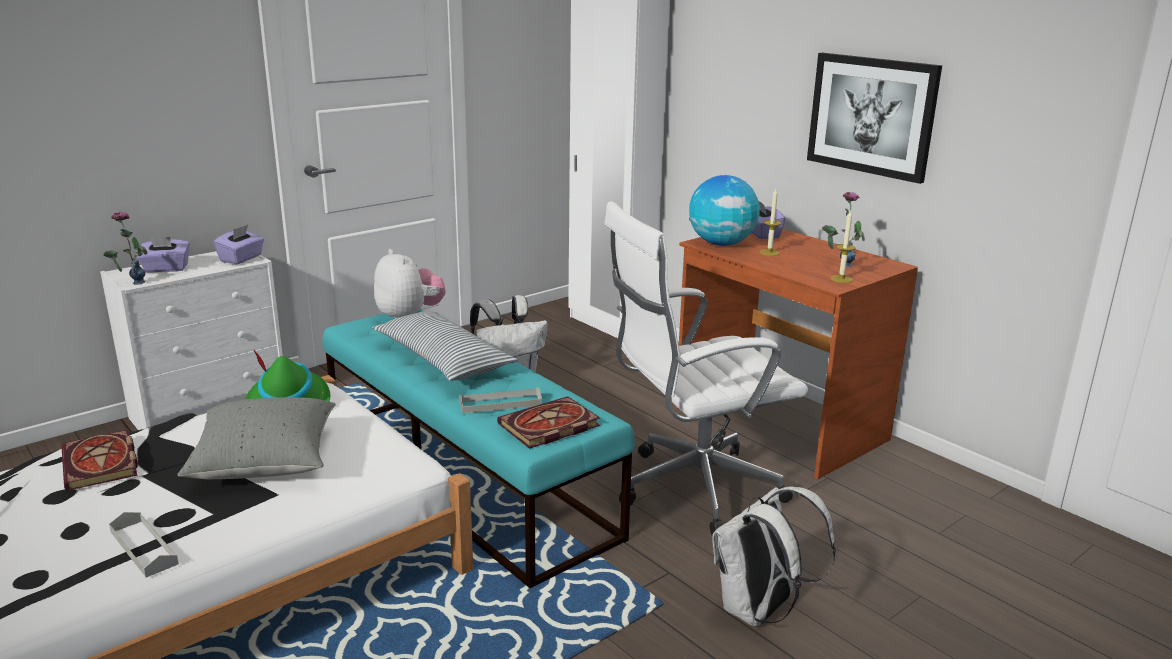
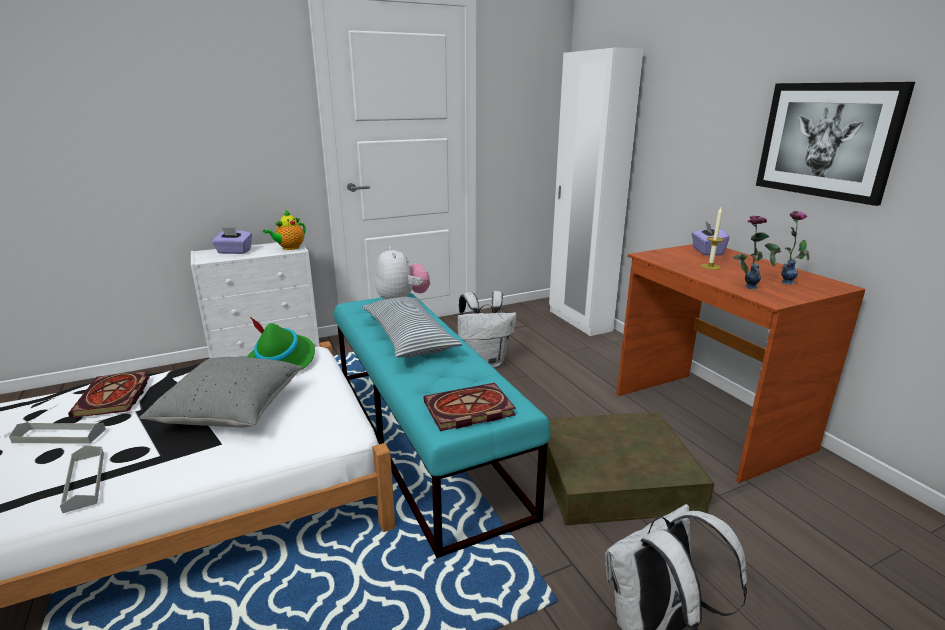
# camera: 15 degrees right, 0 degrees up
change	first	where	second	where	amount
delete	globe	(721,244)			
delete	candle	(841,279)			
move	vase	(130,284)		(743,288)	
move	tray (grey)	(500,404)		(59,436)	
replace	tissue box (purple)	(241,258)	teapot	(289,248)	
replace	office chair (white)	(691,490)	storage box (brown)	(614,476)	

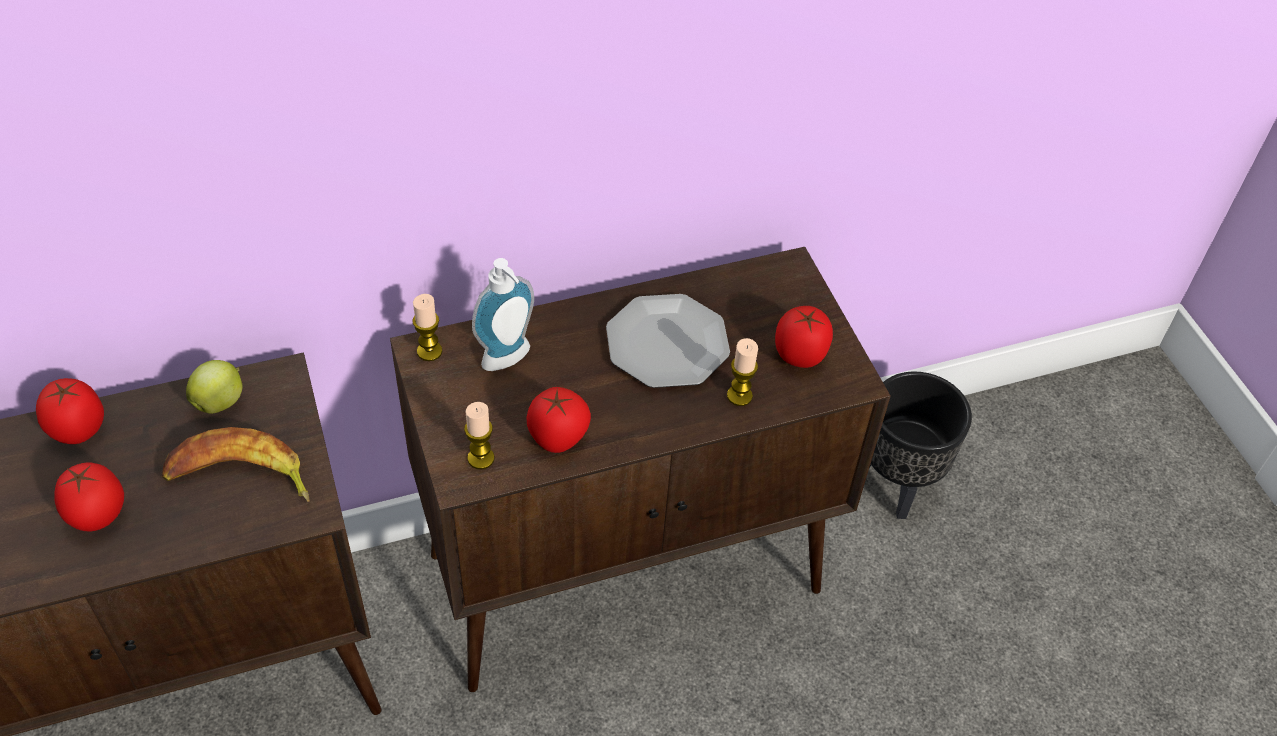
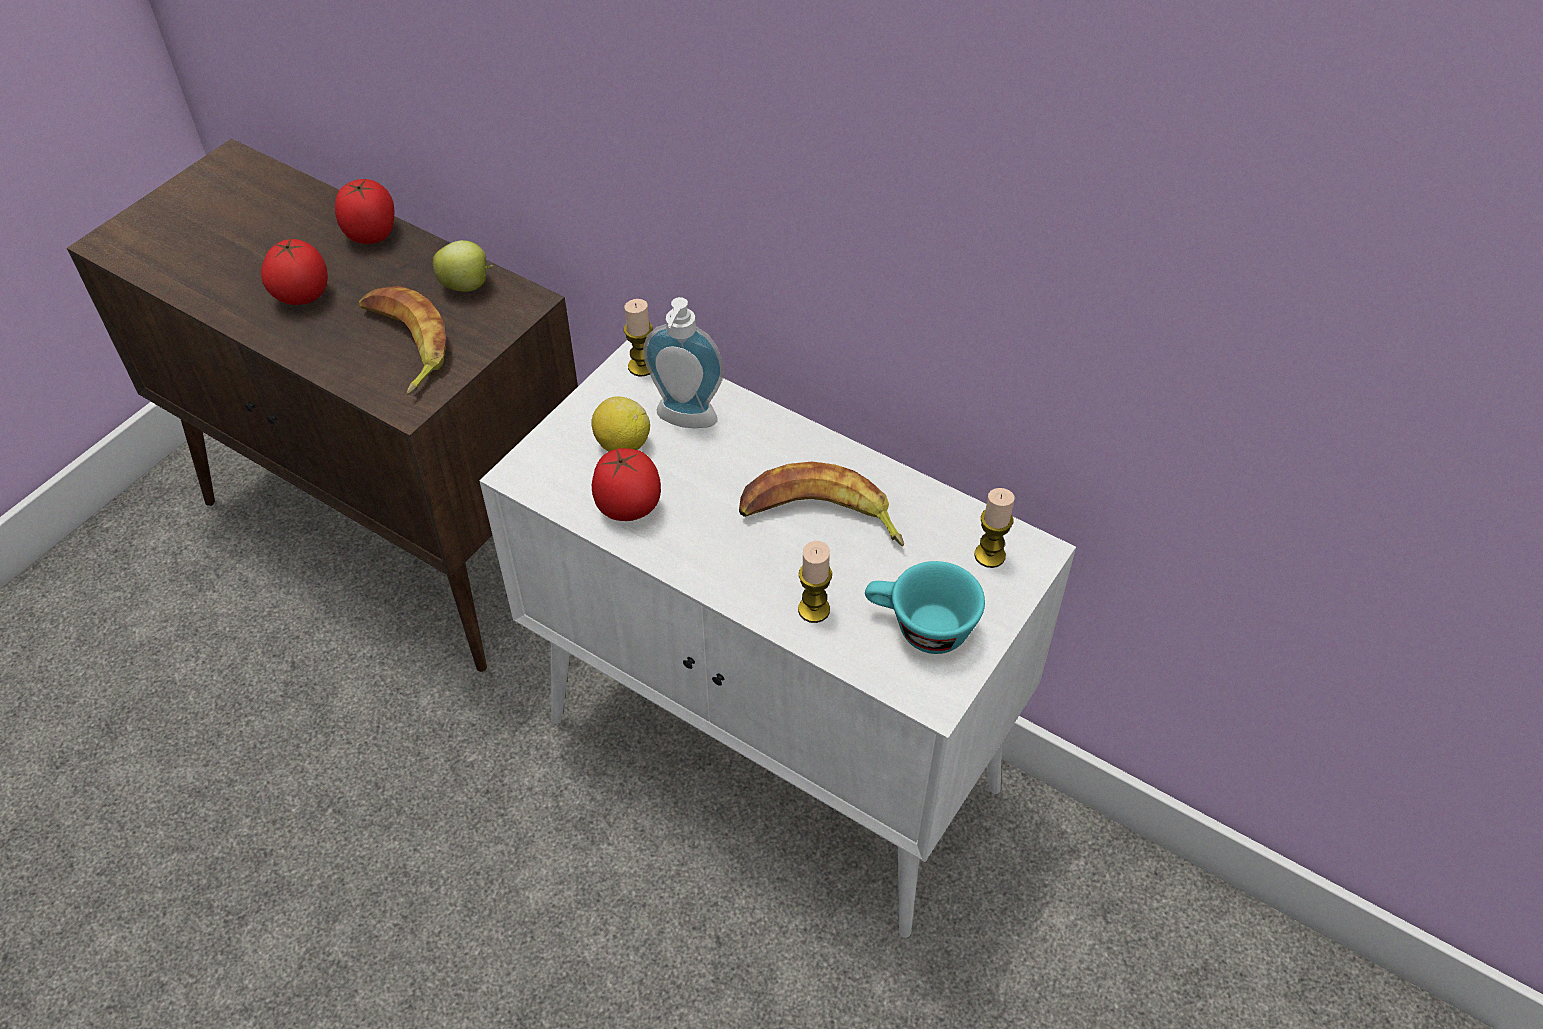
# camera: 55 degrees right, 0 degrees up
change	first	where	second	where	amount
delete	planter (black)	(898,484)			
insert			lemon	(622,444)	
move	candle	(481,458)		(989,555)	
replace	plate	(667,345)	banana	(820,517)	
replace	tomato	(800,355)	cup (turquoise)	(919,628)	
recolor	cabinet (brown)	(629,572)	cabinet (white)	(776,757)	

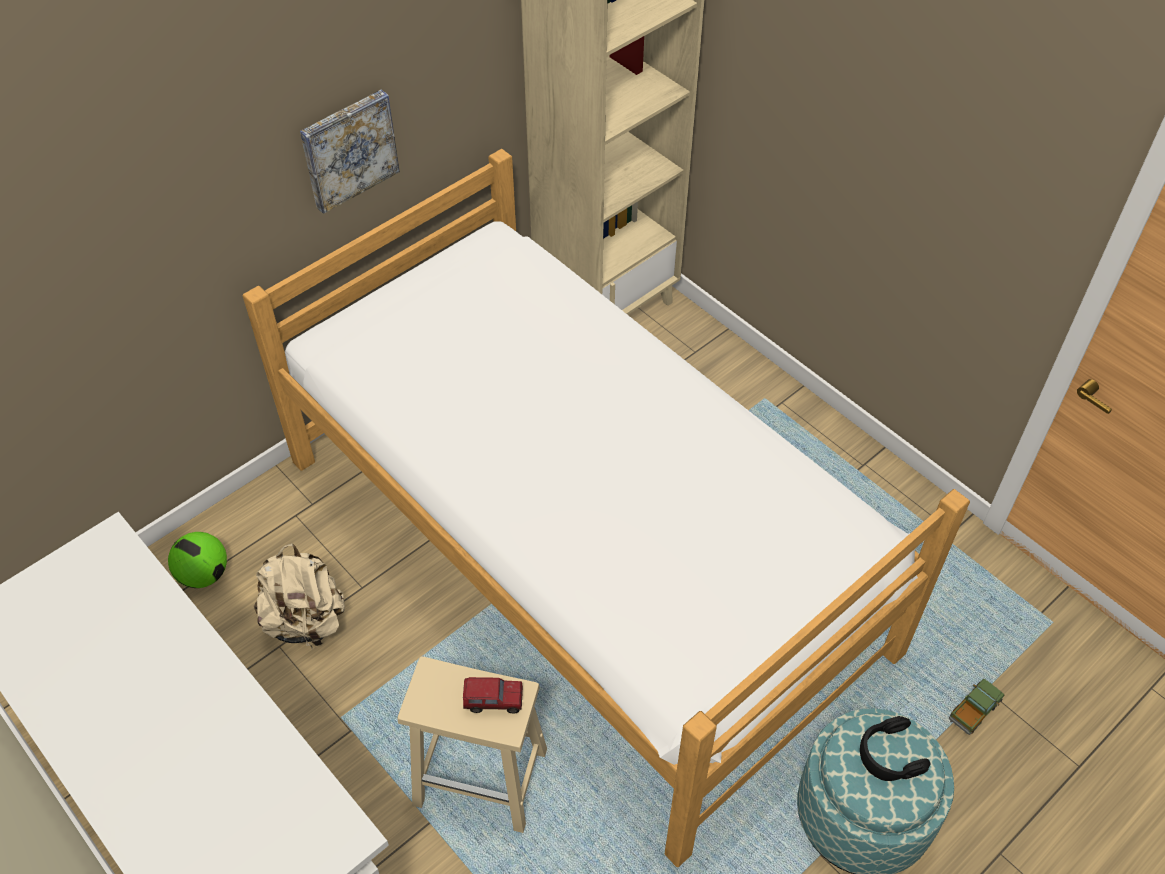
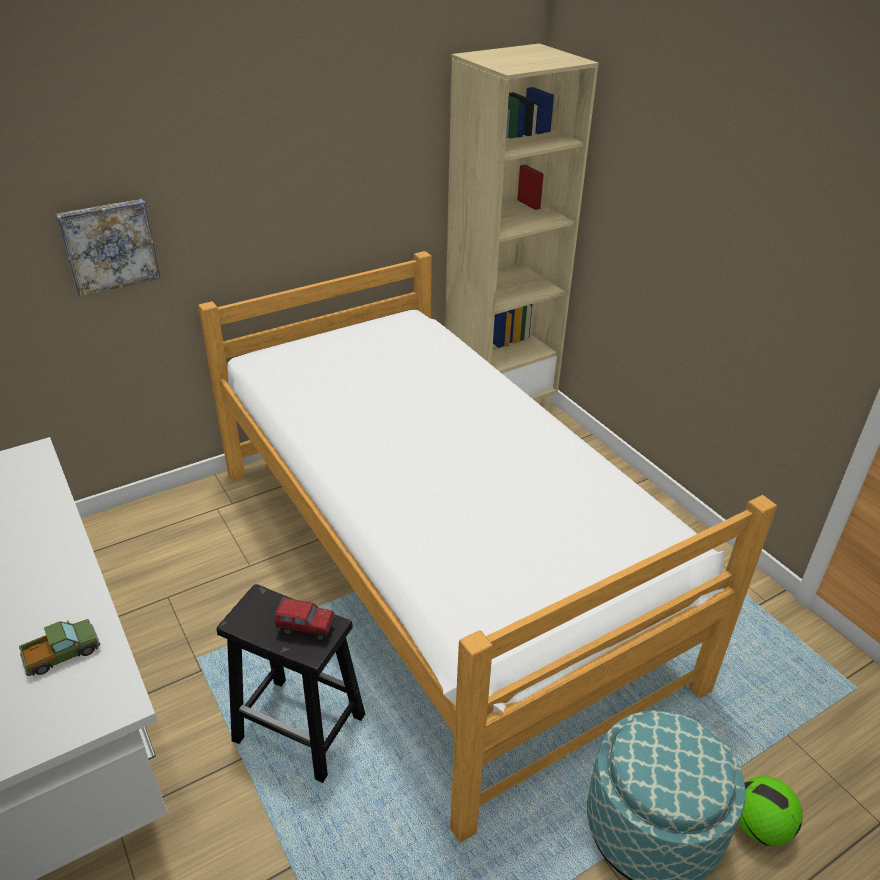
# camera: 10 degrees right, 15 degrees down
change	first	where	second	where	amount
delete	backpack (beige)	(306,621)			
delete	headphones (black)	(889,754)			
move	football	(204,574)		(759,826)	
move	picture	(348,149)		(109,245)	
move	toy truck	(974,710)		(62,654)	
recolor	stool (beige)	(483,777)	stool (black)	(301,728)	

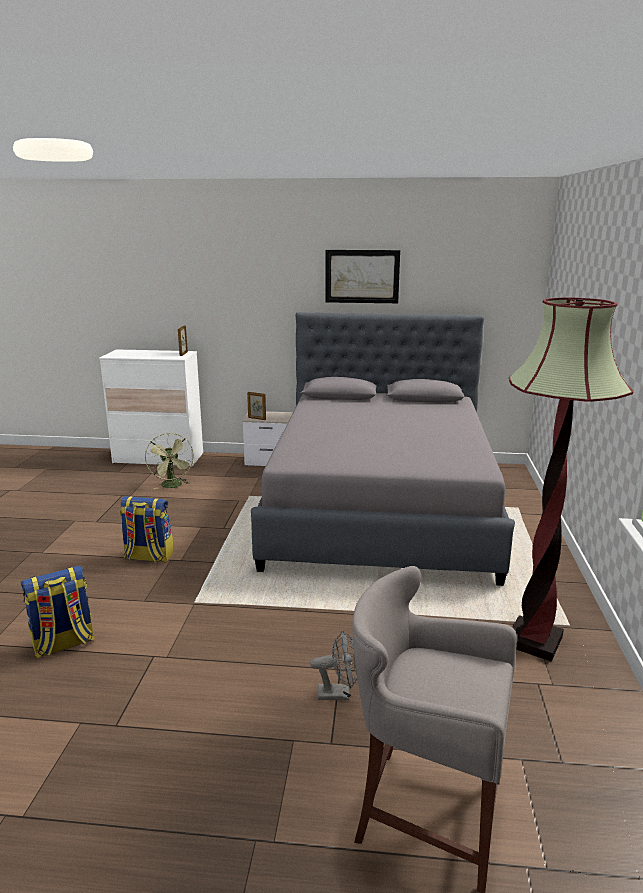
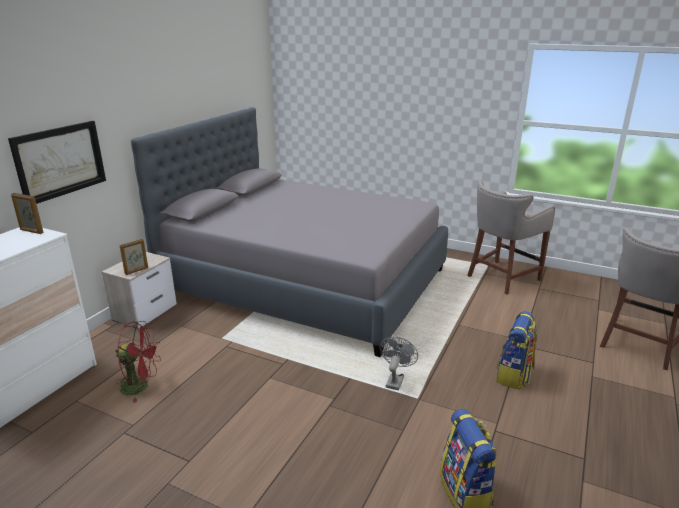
# camera: 70 degrees left, 5 degrees up
change	first	where	second	where	amount
move	backpack	(148,557)		(514,375)	
move	fan (grey)	(339,694)		(395,380)	
move	picture	(362,276)		(60,161)	
replace	floor lamp	(534,641)	stool (grey)	(501,278)	
recolor	fan (green)	(173,486)	fan (red)	(141,386)	

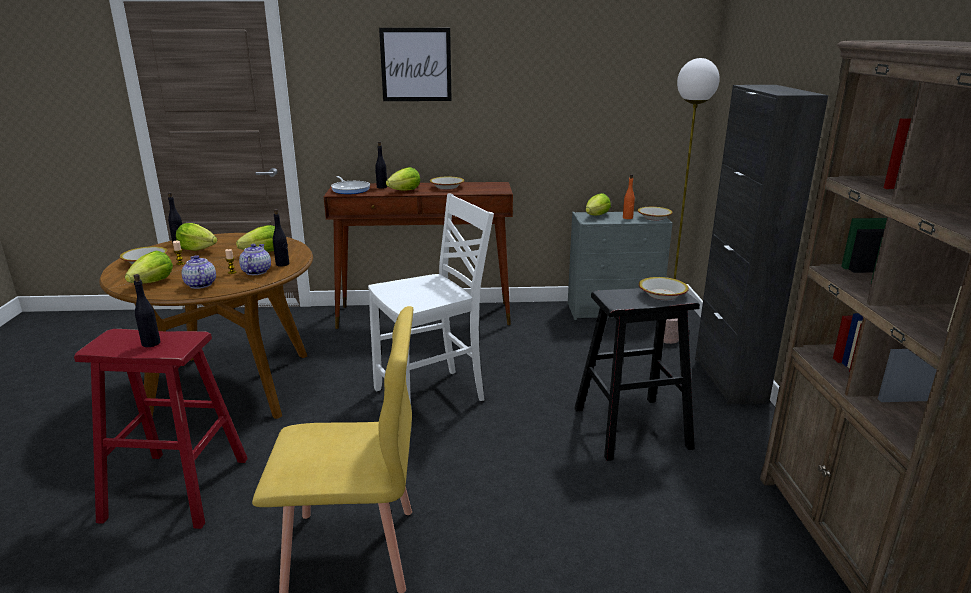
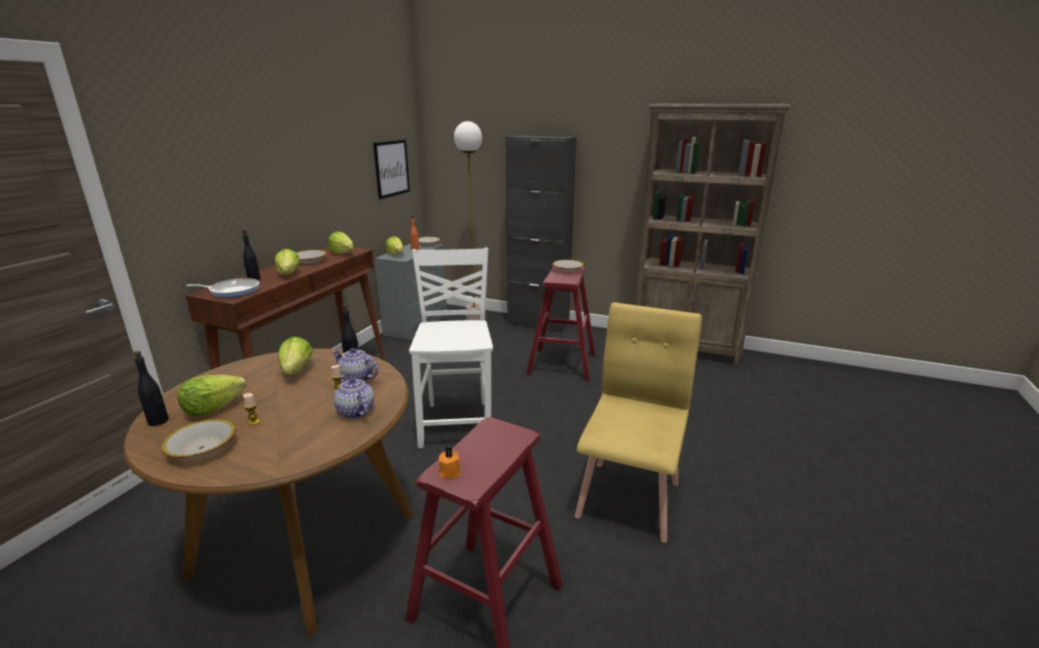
# camera: 65 degrees left, 0 degrees up
change	first	where	second	where	amount
delete	bottle (black)	(151,343)			
insert			candle (orange)	(449,472)	
move	lettuce	(153,282)		(342,253)	
move	picture	(416,65)		(392,168)	
recolor	stool (black)	(631,427)	stool (red)	(562,364)	
rotate	teapot	(200,285)		(355,411)	60 degrees clockwise

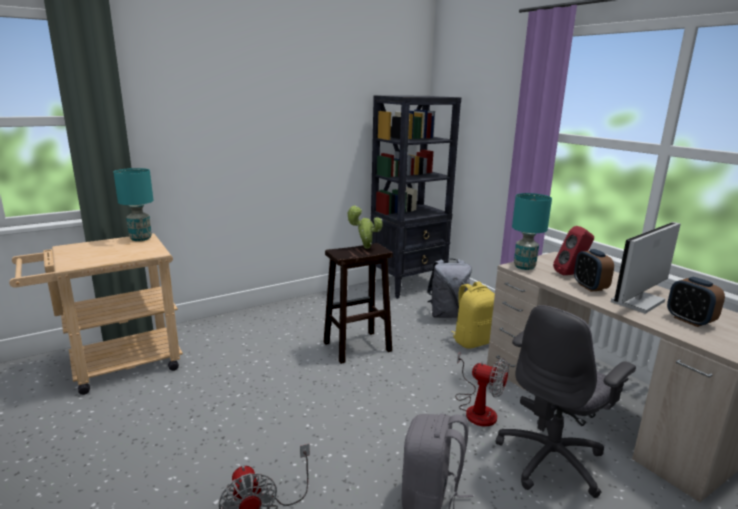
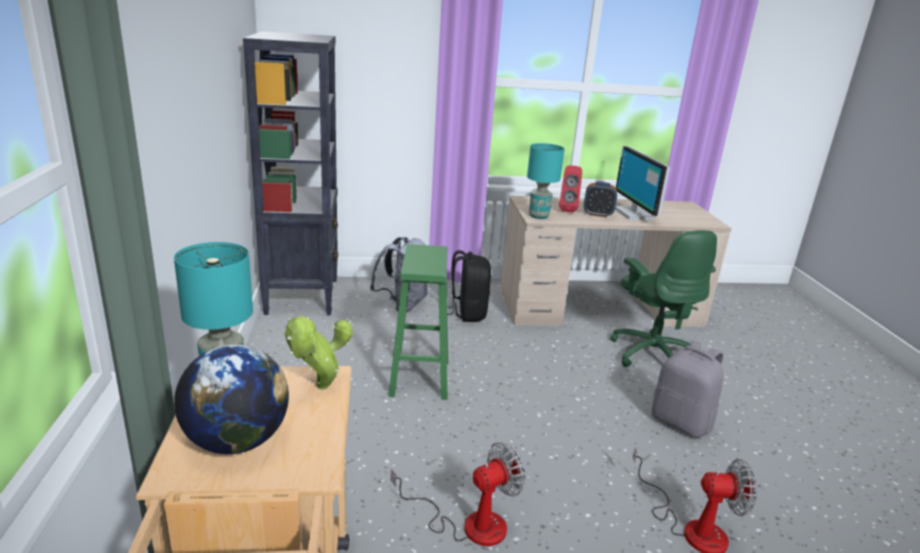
# camera: 65 degrees left, 5 degrees up
change	first	where	second	where	amount
delete	alarm clock	(689,320)			
insert			globe	(237,441)	
move	potted plant	(364,247)		(319,388)	
move	fan	(477,409)		(469,524)	
recolor	stool (brown)	(356,347)	stool (green)	(420,378)	
recolor	backpack (yellow)	(474,341)	backpack (black)	(467,313)	
recolor	office chair (grey)	(552,459)	office chair (green)	(651,353)	

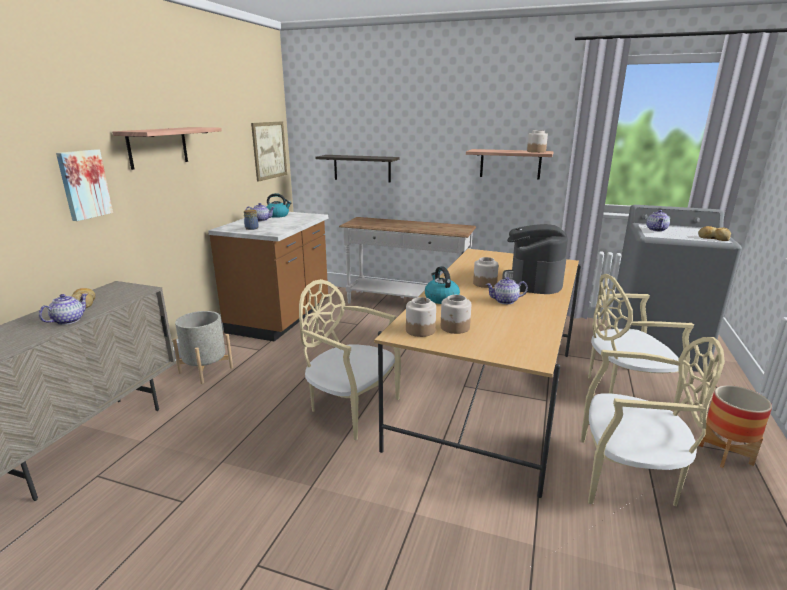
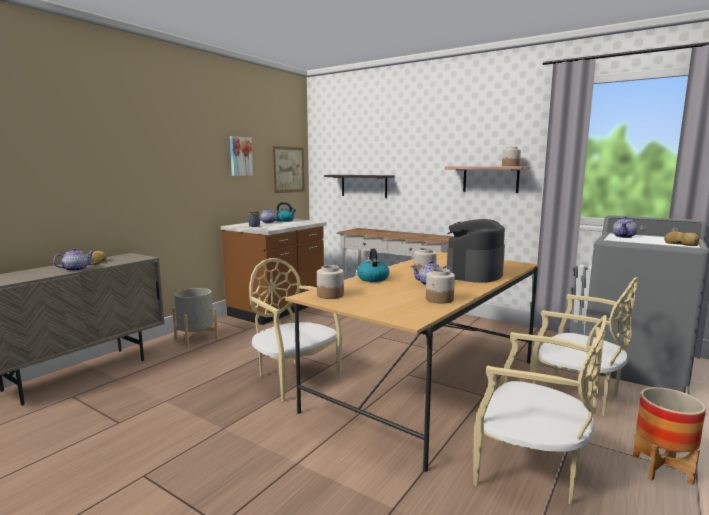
# camera: 15 degrees right, 10 degrees down
change	first	where	second	where	amount
delete	shelf	(158,147)			
move	picture	(83,184)		(240,156)	
move	jar	(455,327)		(439,299)	
rotate	chair (beige)	(625,388)		(577,396)	150 degrees counterclockwise

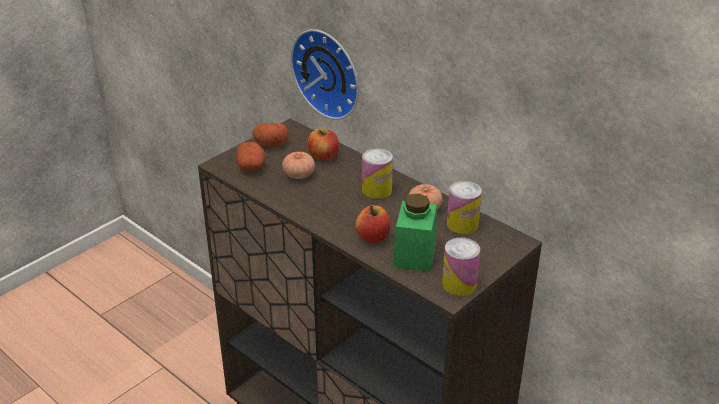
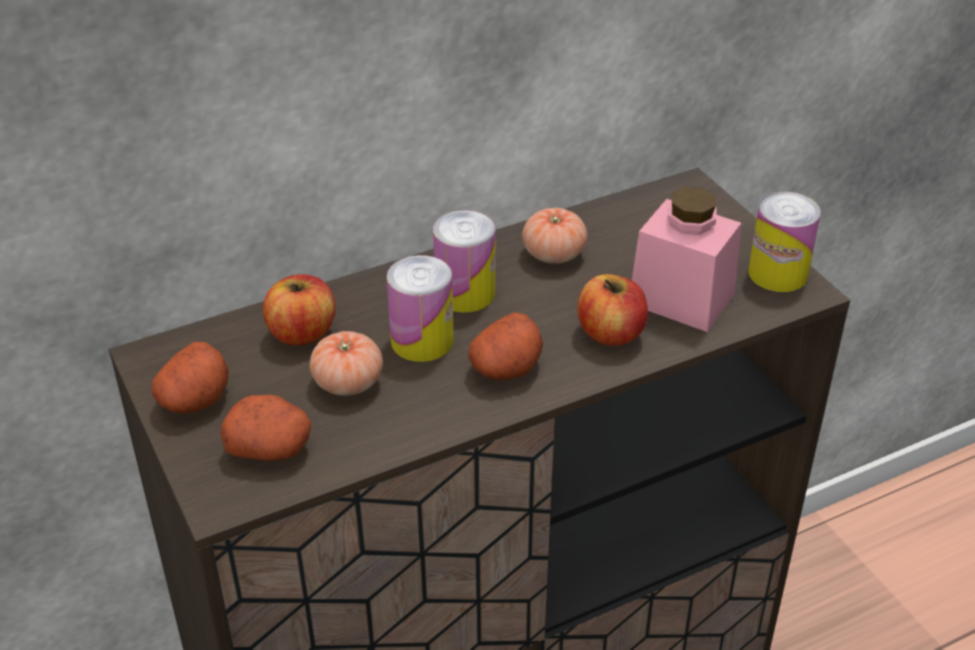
# camera: 70 degrees left, 5 degrees up
change	first	where	second	where	amount
delete	wall clock	(329,72)			
insert			potato	(506,368)	
move	can	(462,224)		(422,340)	
recolor	jar (green)	(414,254)	jar (pink)	(681,298)	

